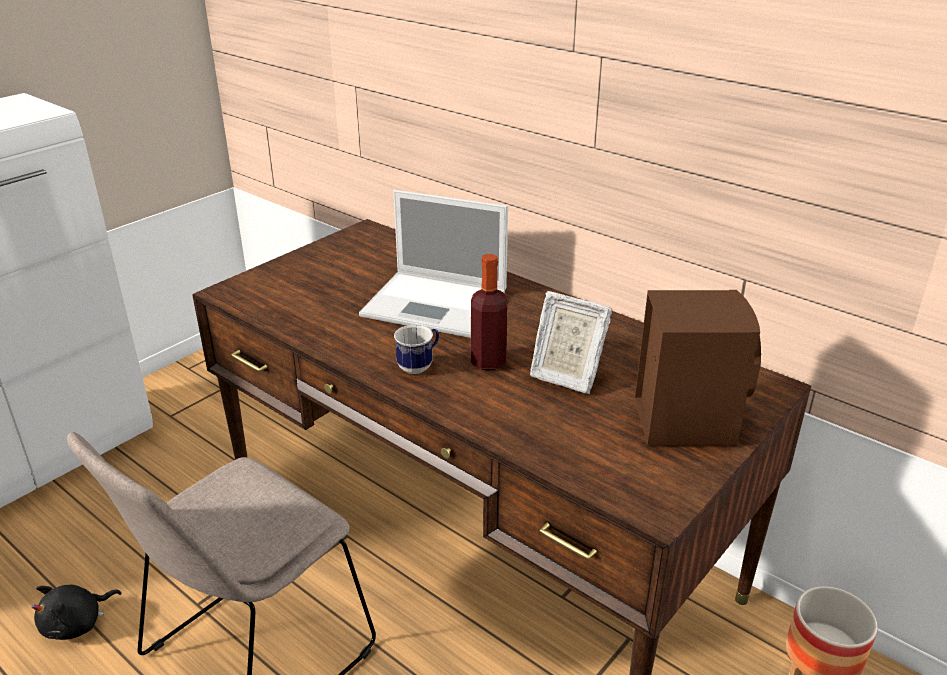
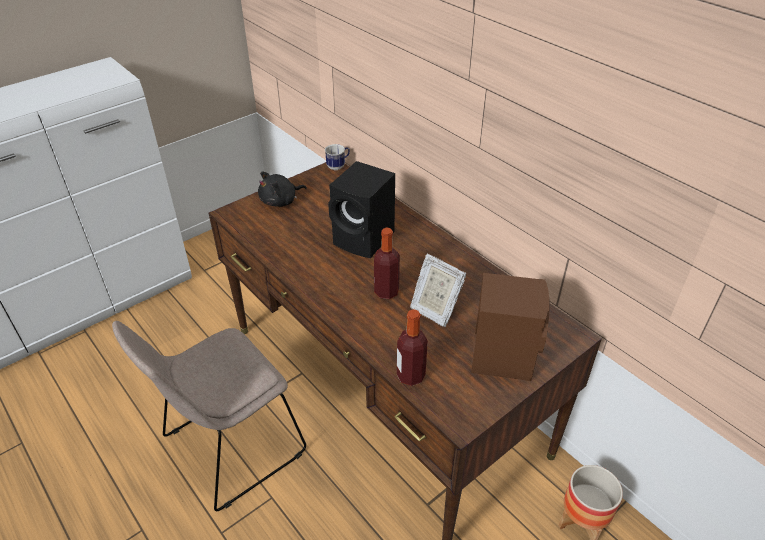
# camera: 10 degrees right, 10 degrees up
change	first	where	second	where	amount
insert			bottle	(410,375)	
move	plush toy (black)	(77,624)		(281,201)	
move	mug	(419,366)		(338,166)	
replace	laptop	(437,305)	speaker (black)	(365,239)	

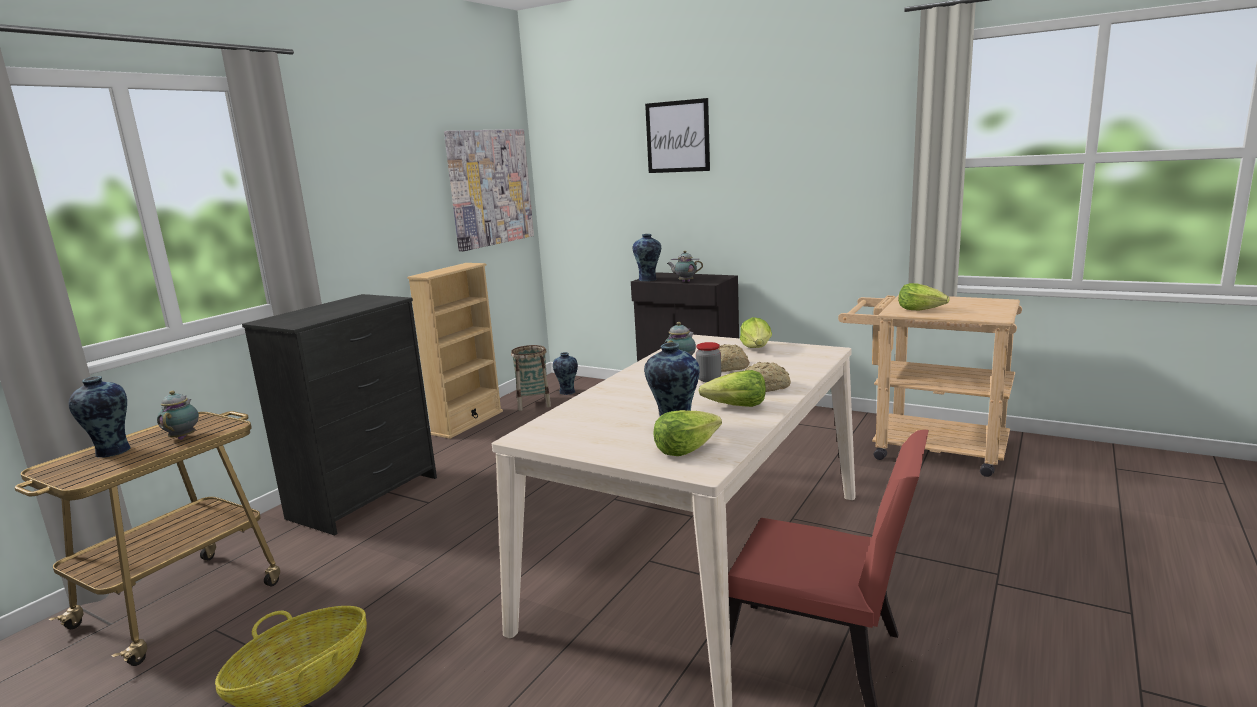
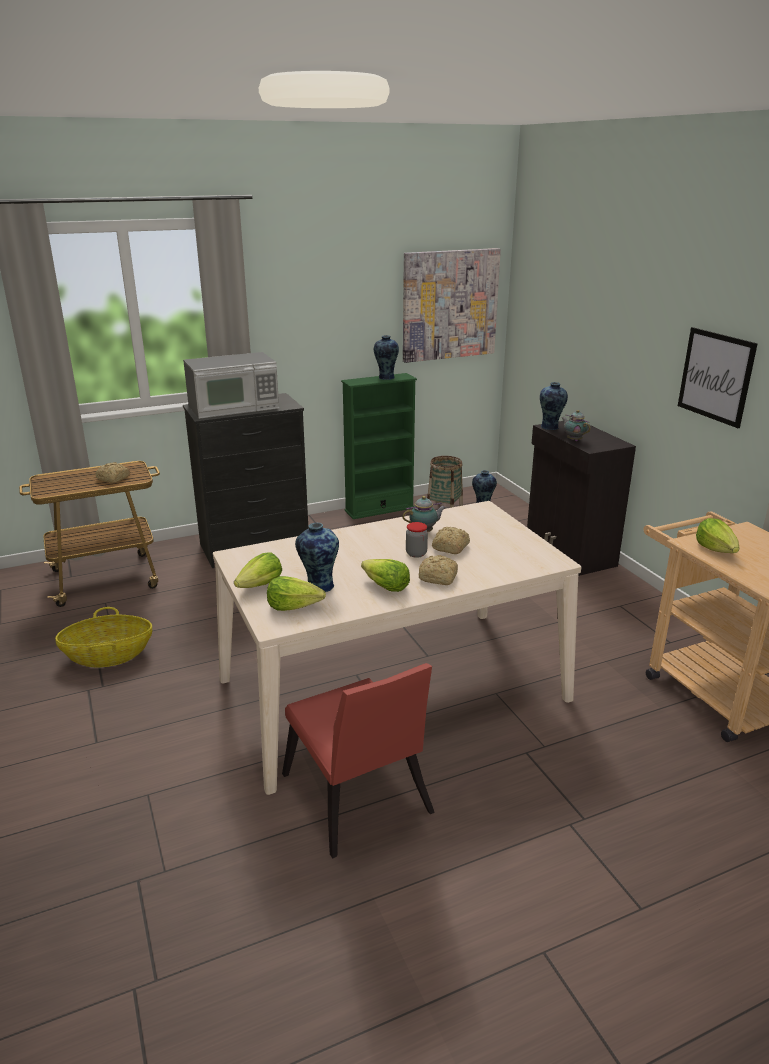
# camera: 35 degrees right, 10 degrees up
change	first	where	second	where	amount
insert			microwave	(234,407)	
move	vase	(111,452)		(386,377)	
move	picture	(677,136)		(715,376)	
move	lettuce	(757,348)		(260,585)	
replace	teapot	(184,437)	bread	(113,479)	
recolor	bookcase (beige)	(467,422)	bookcase (green)	(379,509)	

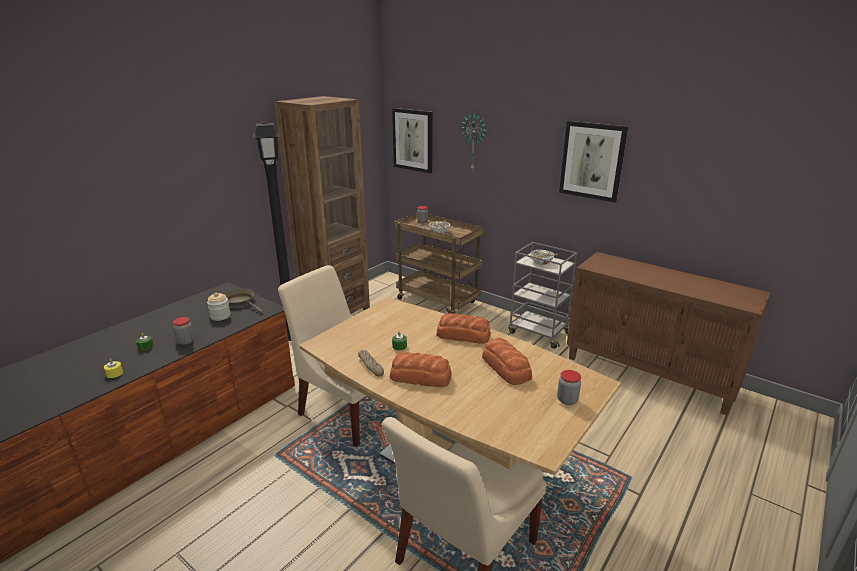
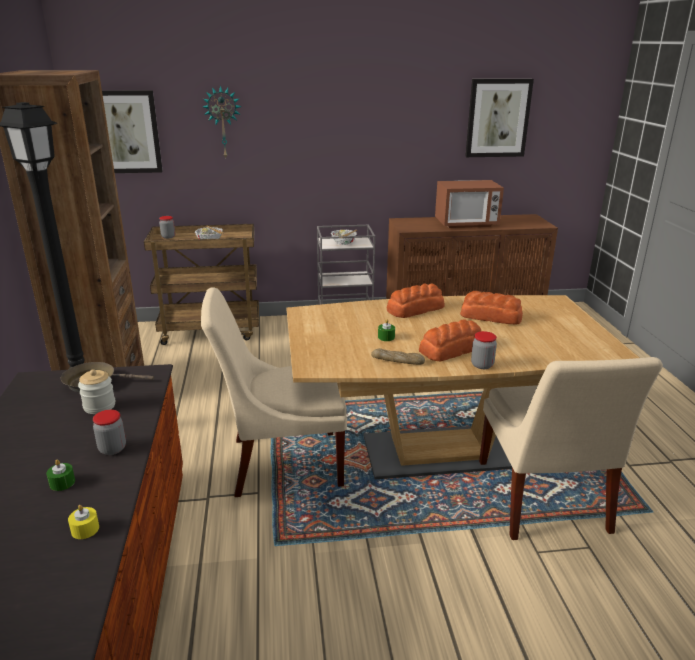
# camera: 45 degrees left, 0 degrees up
change	first	where	second	where	amount
insert			microwave	(466,224)	
move	jar	(567,400)		(482,365)	
move	picture	(592,161)		(497,118)	

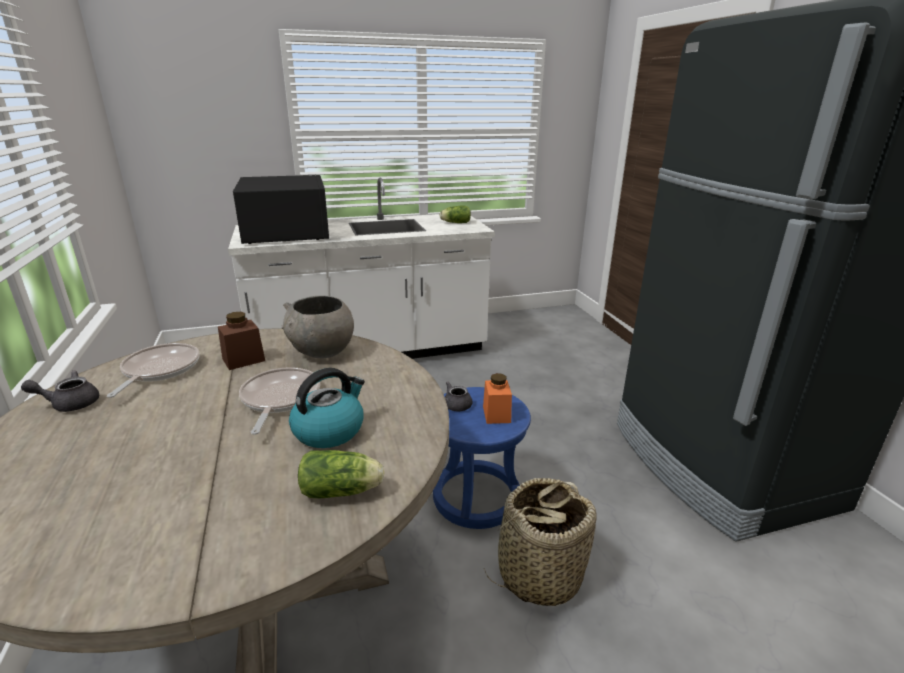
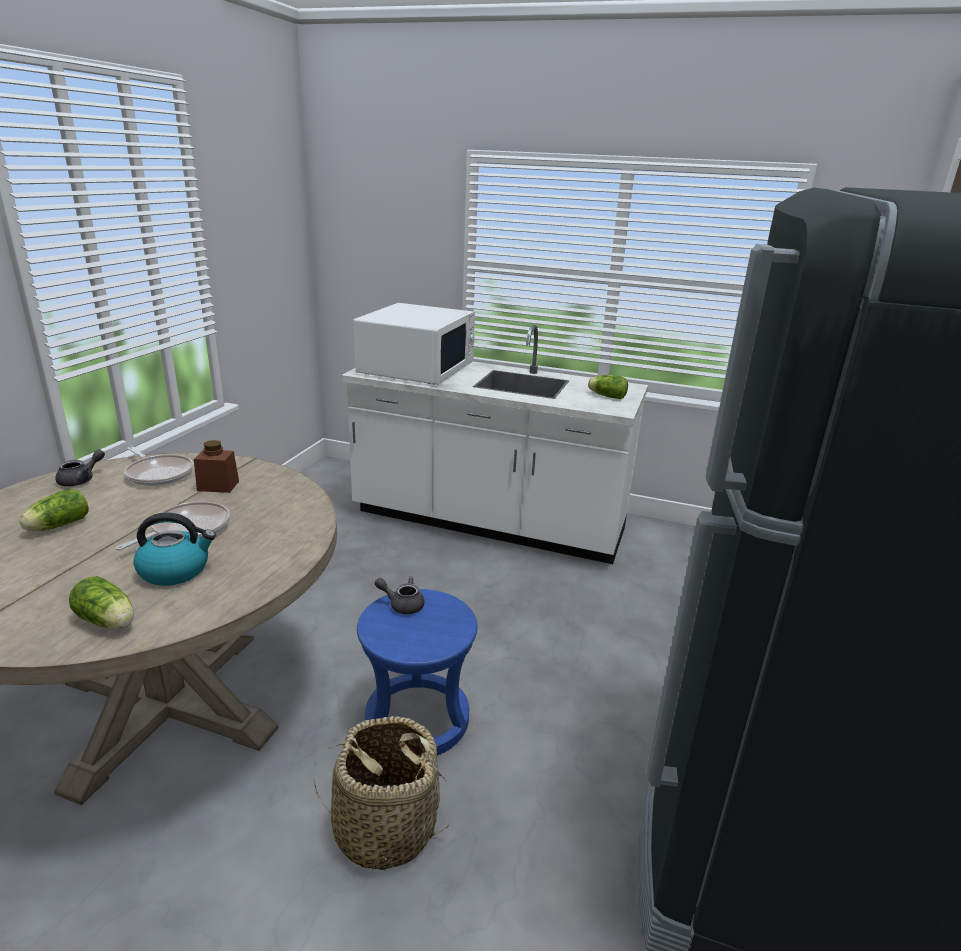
# camera: 35 degrees right, 0 degrees up
change	first	where	second	where	amount
delete	bowl (grey)	(322,352)			
delete	jar (orange)	(496,414)			
insert			lettuce	(57,526)	
recolor	microwave (black)	(287,232)	microwave (white)	(417,368)	
rotate	teapot (grey)	(70,403)		(81,480)	105 degrees clockwise
rotate	frying pan	(159,370)		(158,474)	90 degrees clockwise

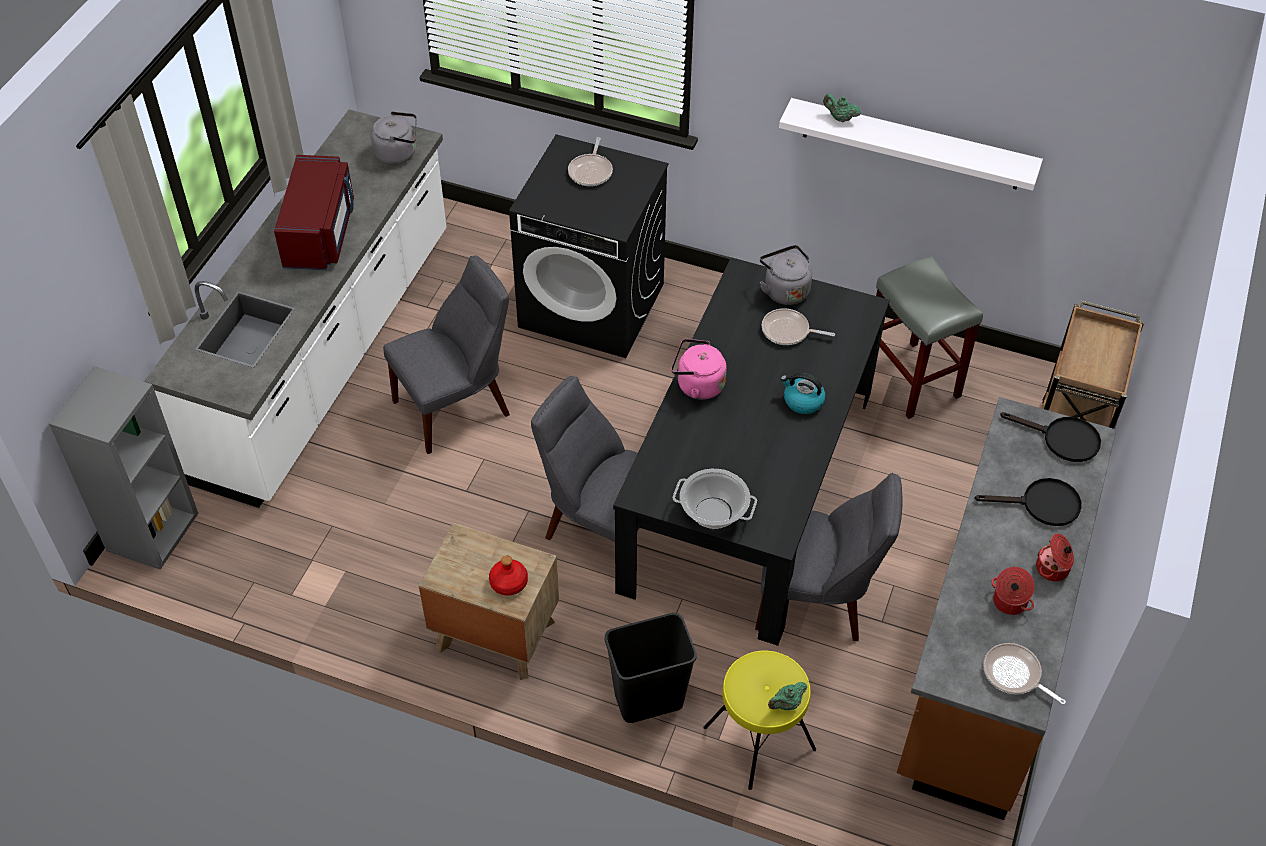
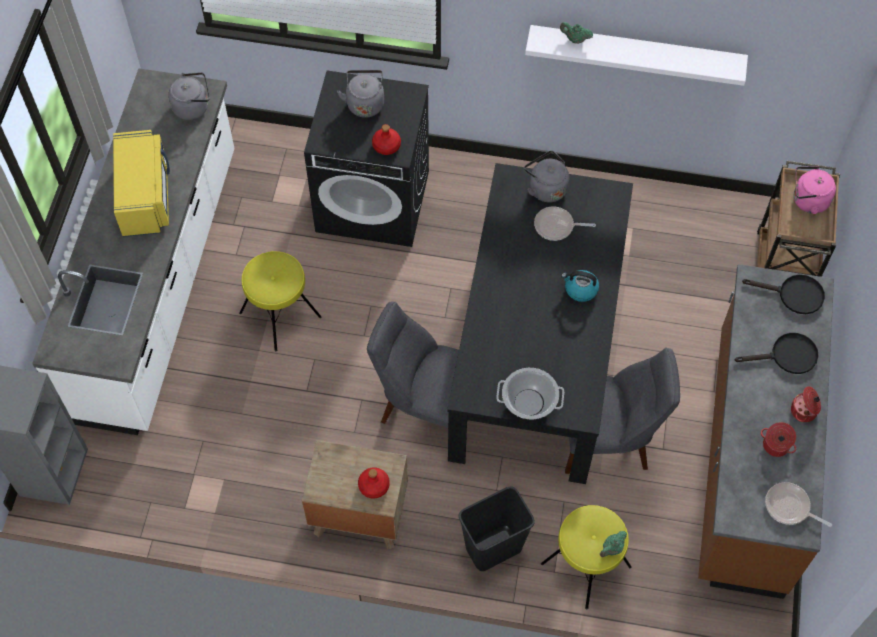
# camera: 10 degrees left, 10 degrees up
change	first	where	second	where	amount
delete	stool (grey)	(910,379)			
insert			bottle (red)	(386,146)	
move	kettle (pink)	(697,385)		(807,201)	
replace	chair (grey)	(457,406)	stool (yellow)	(281,315)	
replace	frying pan	(591,171)	kettle (grey)	(365,103)	
recolor	microwave (red)	(320,233)	microwave (yellow)	(145,197)	

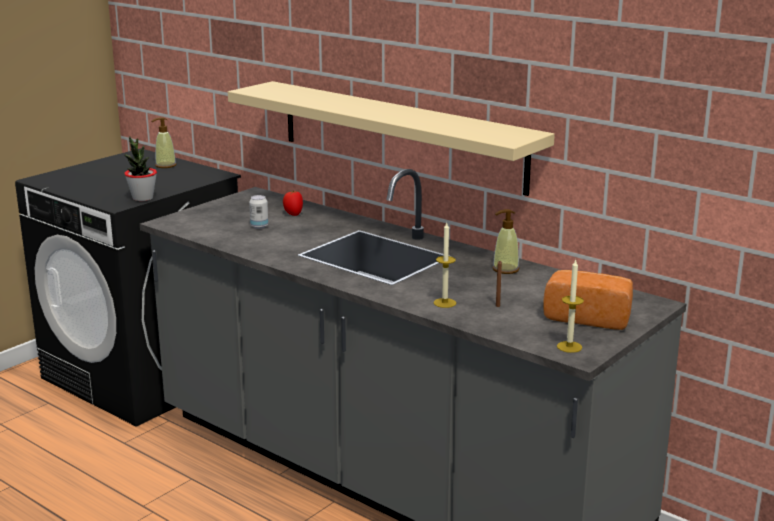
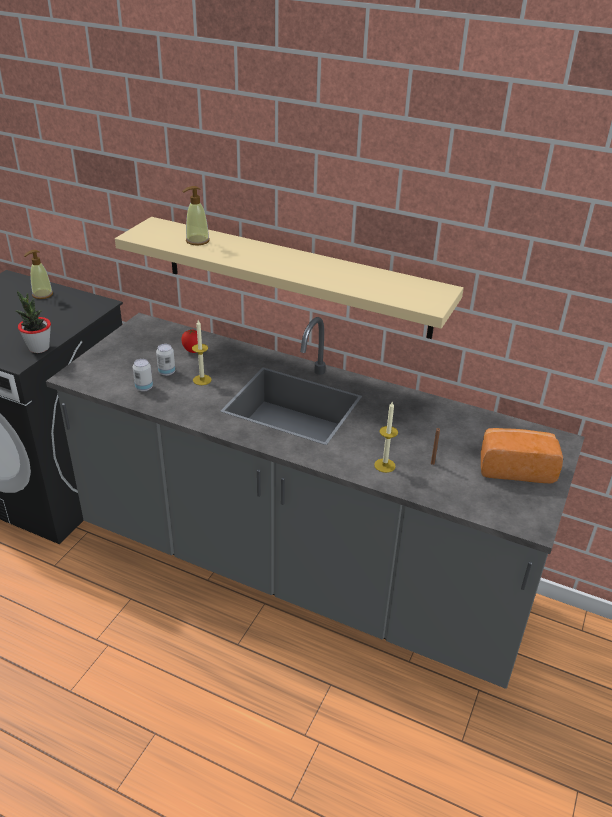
# camera: 15 degrees left, 15 degrees up
change	first	where	second	where	amount
insert			can	(144,388)	
move	soap dispenser	(505,269)		(197,241)	
move	candle	(569,347)		(202,380)	

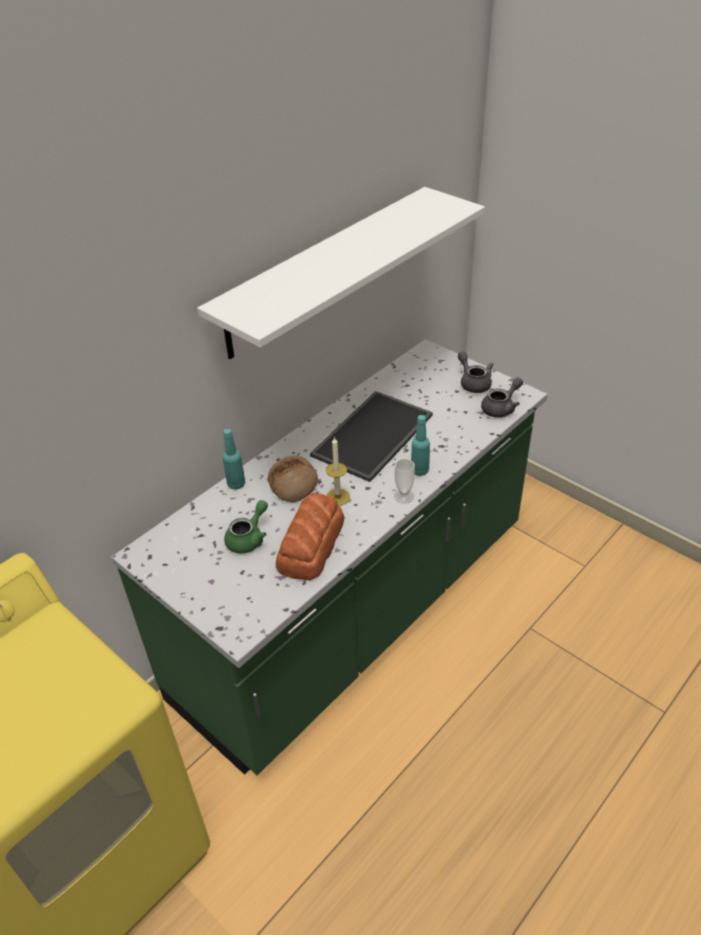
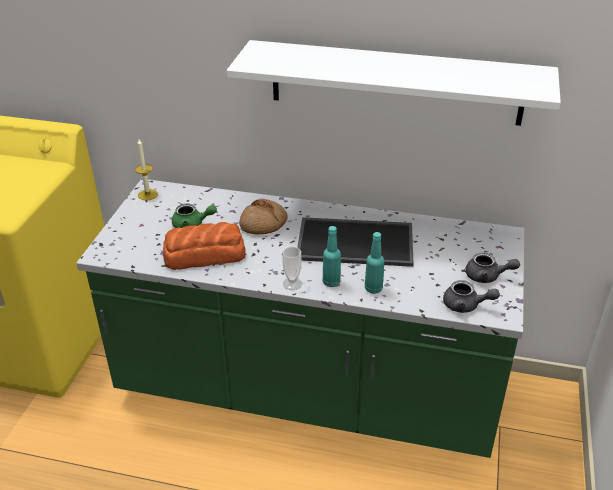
# camera: 60 degrees right, 5 degrees down
change	first	where	second	where	amount
move	bottle (turquoise)	(236,484)		(373,288)	
move	candle	(337,497)		(148,194)	
rotate	teapot (grey)	(473,382)		(487,276)	75 degrees clockwise

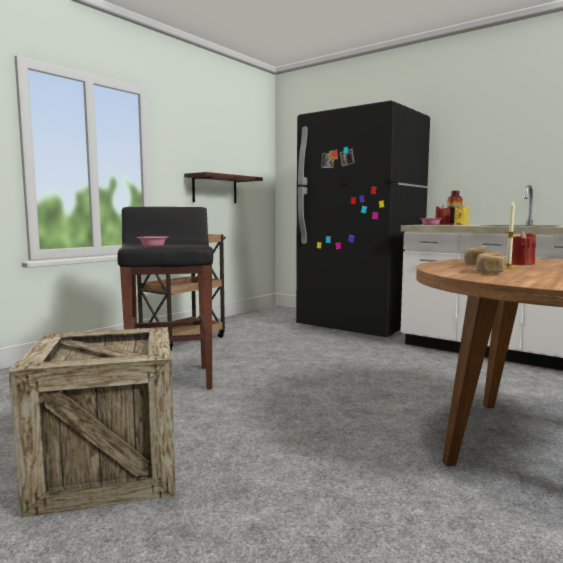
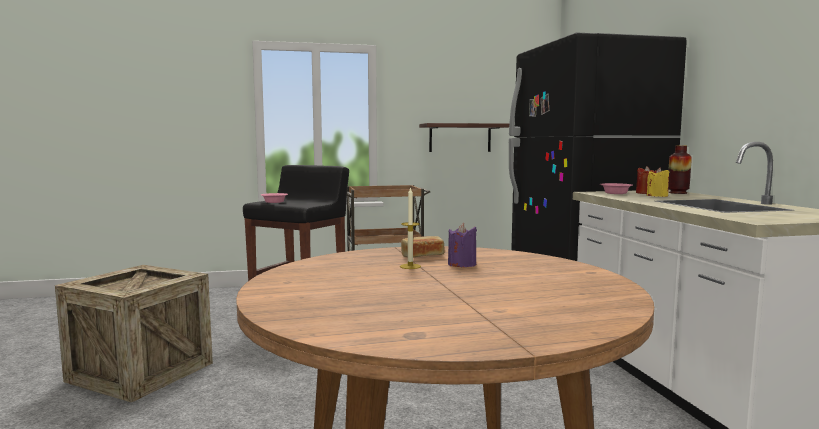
# camera: 40 degrees right, 0 degrees up
change	first	where	second	where	amount
delete	bread	(489,272)			
recolor	candle (red)	(521,264)	candle (purple)	(462,264)	

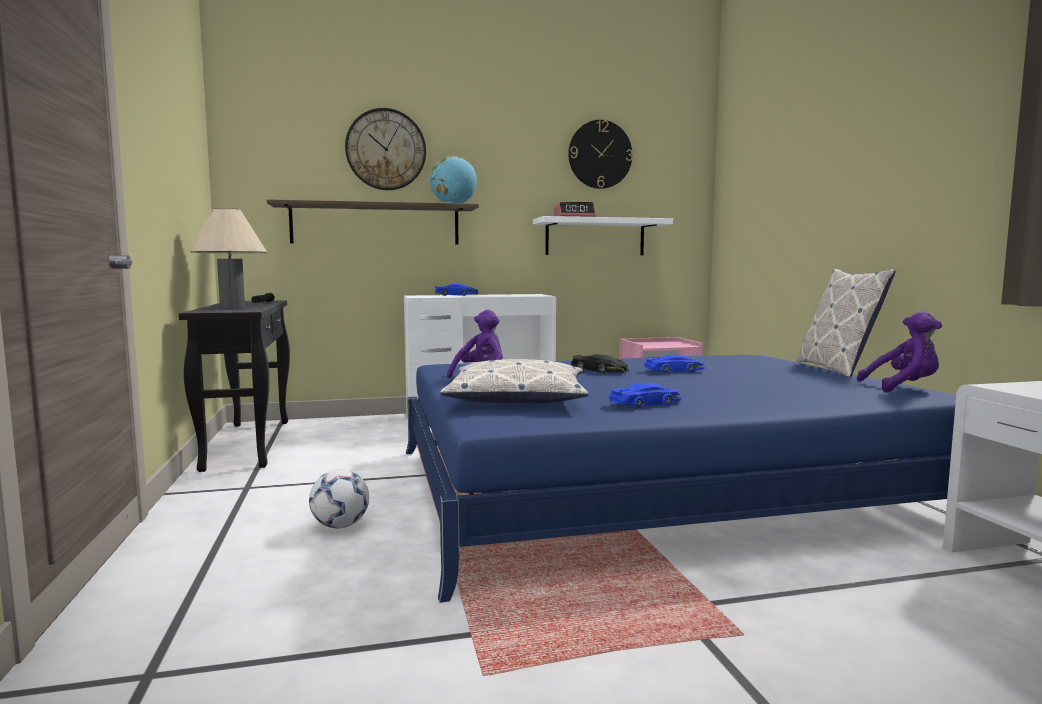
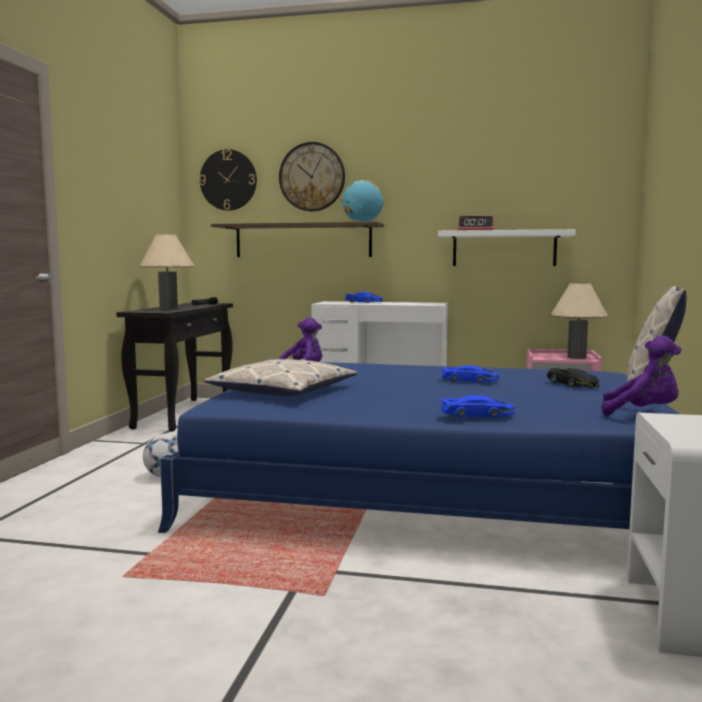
# camera: 25 degrees right, 0 degrees up
change	first	where	second	where	amount
insert			table lamp (beige)	(576,357)	
move	wall clock	(600,154)		(228,180)	
move	toy car (black)	(599,370)		(572,384)	
move	toy car (blue)	(646,403)		(477,415)	

